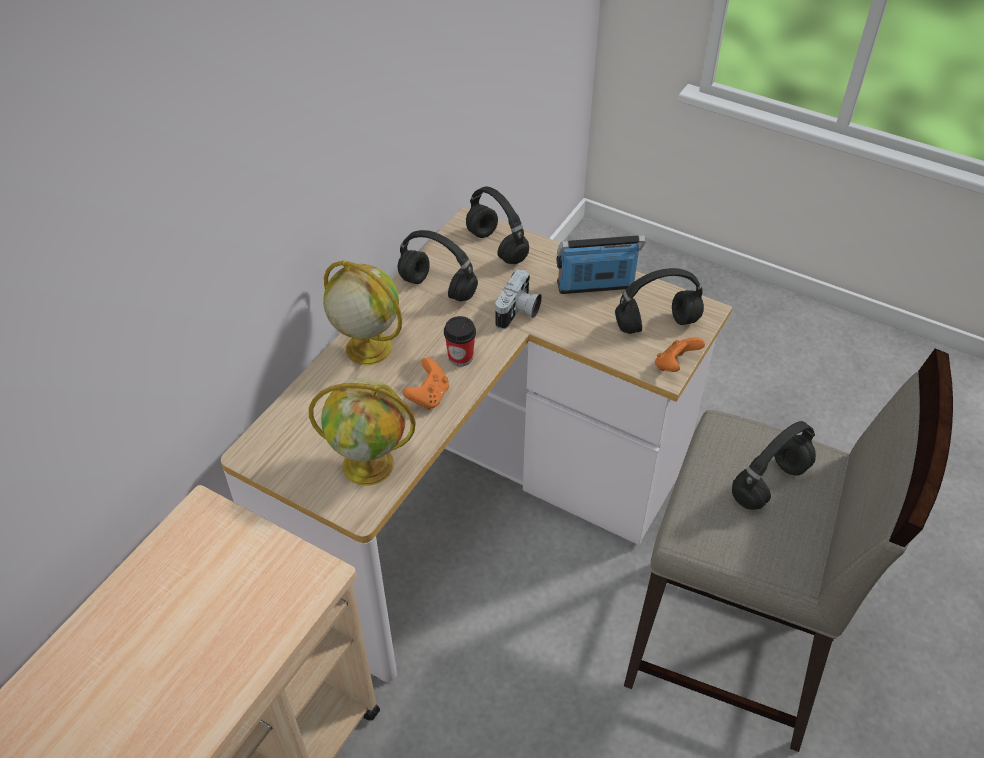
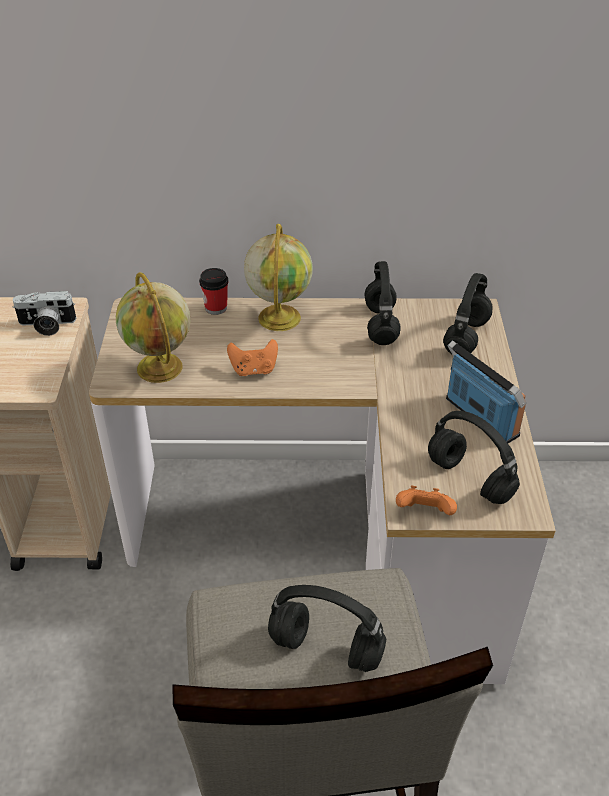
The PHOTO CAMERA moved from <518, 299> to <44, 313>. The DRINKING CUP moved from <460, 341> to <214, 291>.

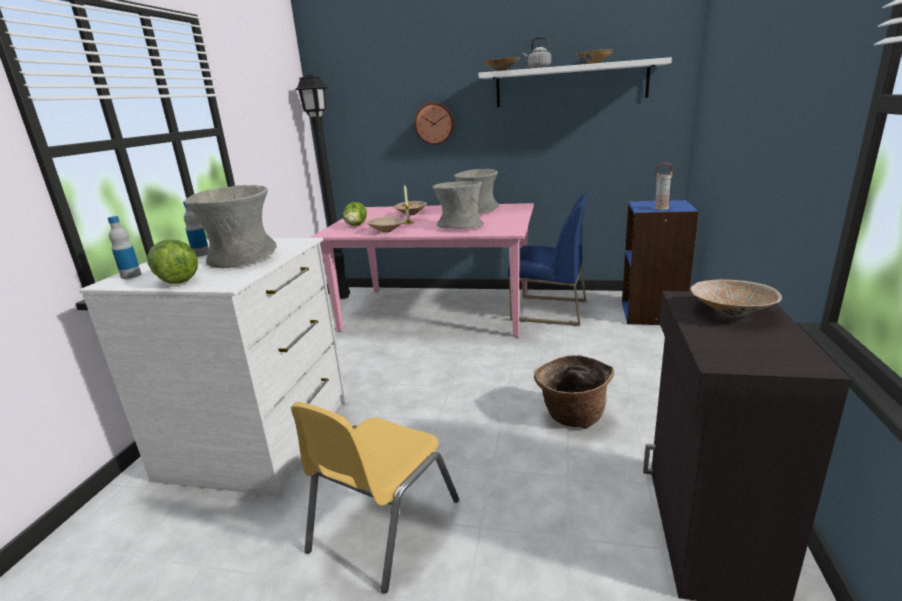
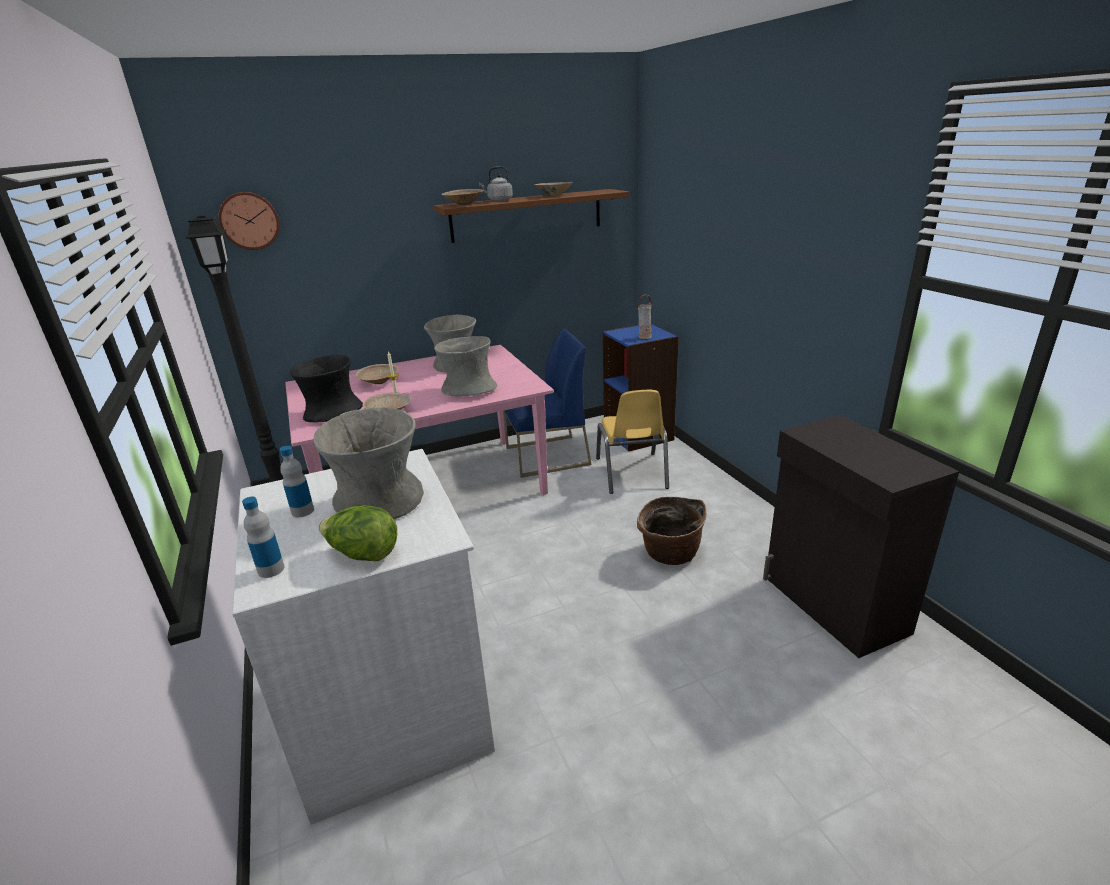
The WHITE-COLOURED BRACKET SHELF at <575, 82> became the BROWNISH BRACKET SHELF at <531, 216>. The HANGING CLOCK moved from <434, 123> to <248, 221>. The LETTUCE HEAD at <355, 214> was replaced by the BLACK FLOWER VASE at <326, 389>. The BEIGE-COLOURED SERVING BOWL at <736, 298> disappeared. The YELLOW-COLOURED CHAIR moved from <375, 497> to <632, 442>.

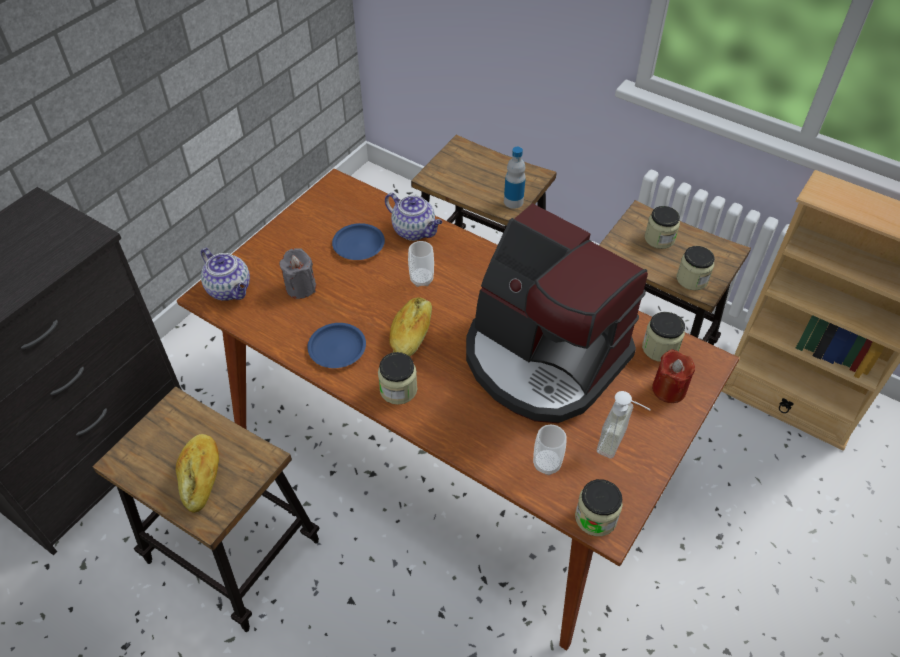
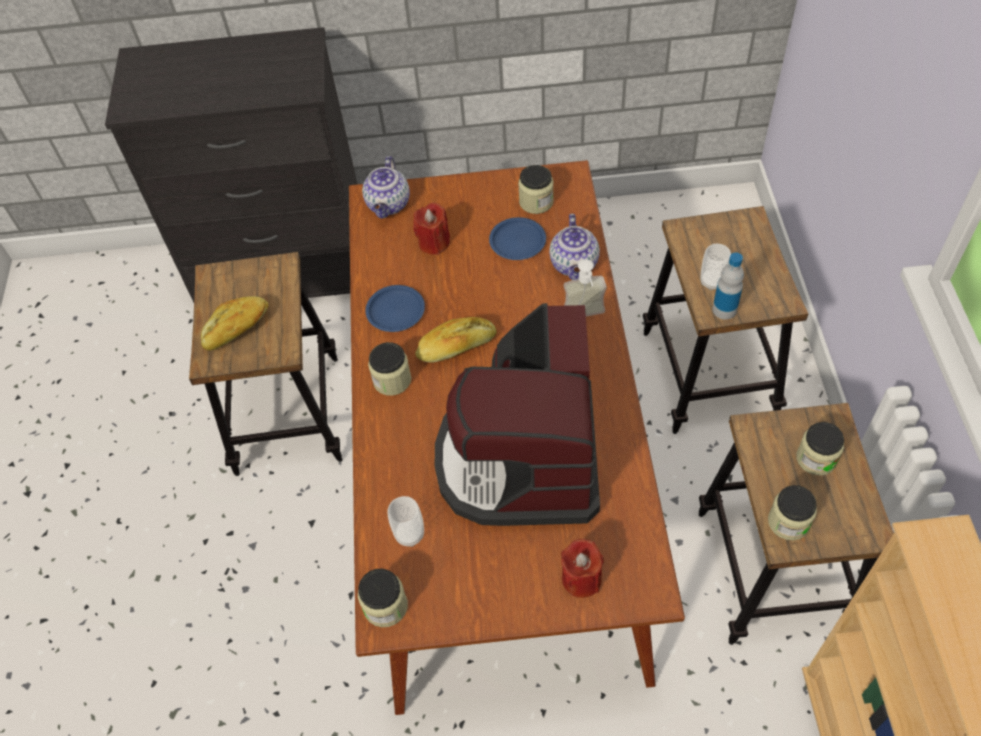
The DRINKING CUP moved from <421, 264> to <715, 267>. The GRAY WAX LIGHT at <297, 273> became the RED WAX LIGHT at <431, 229>. The STORAGE JAR moved from <663, 337> to <536, 189>. The LIQUID SOAP BOTTLE moved from <624, 425> to <585, 288>.

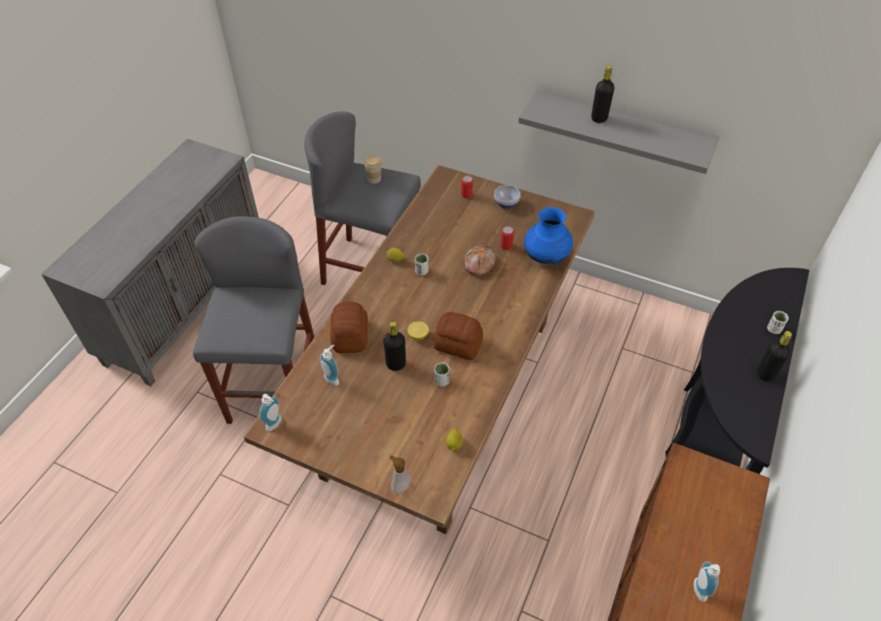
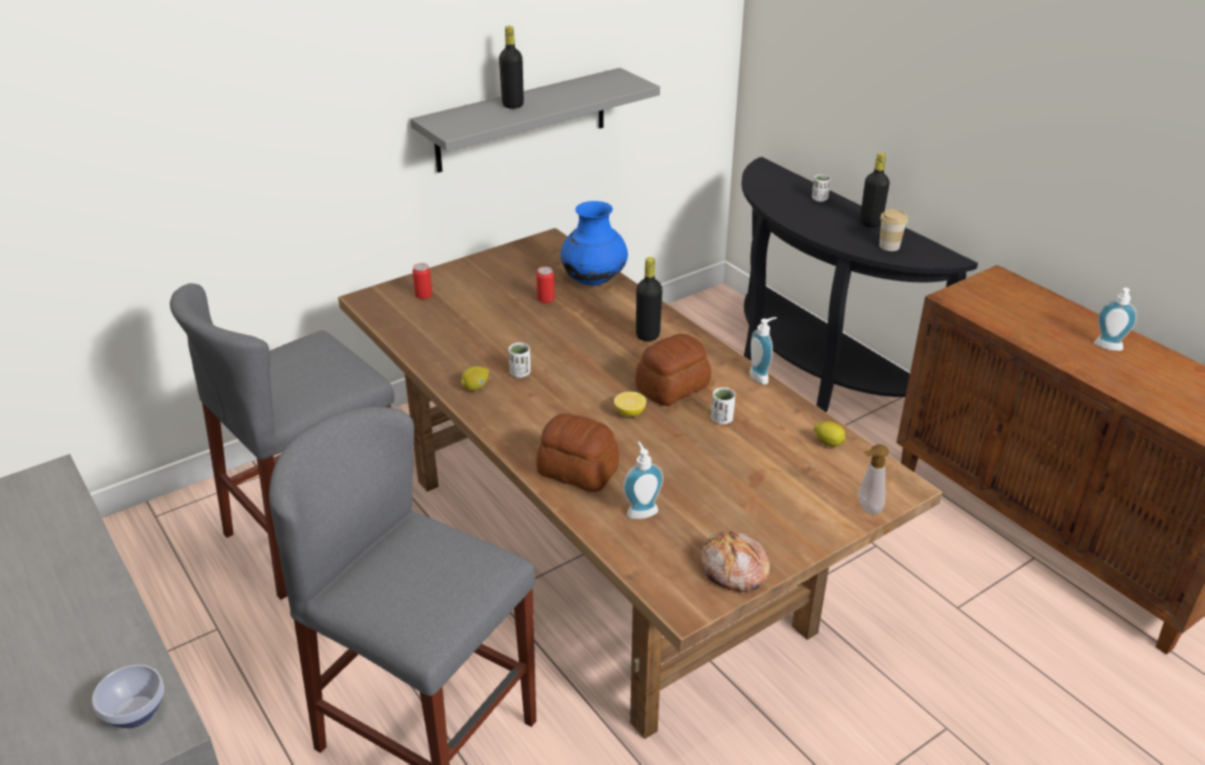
The DRINKING CUP moved from <373, 170> to <893, 230>. The SERVING BOWL moved from <507, 197> to <128, 696>. The BAKERY BREAD moved from <480, 260> to <736, 561>. The BLACK DRINK BOTTLE moved from <394, 346> to <649, 299>. The LIQUID SOAP BOTTLE moved from <270, 412> to <763, 350>.

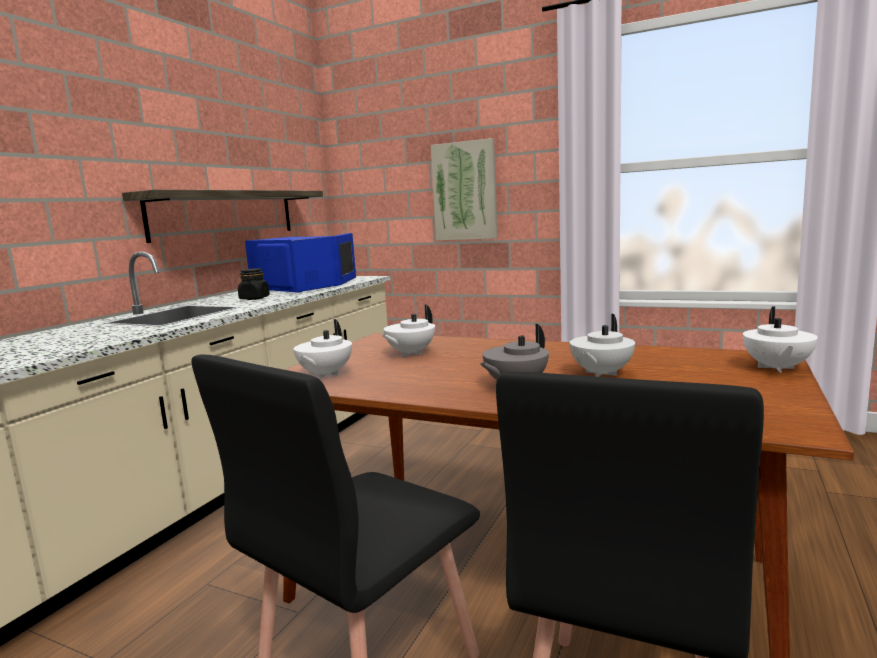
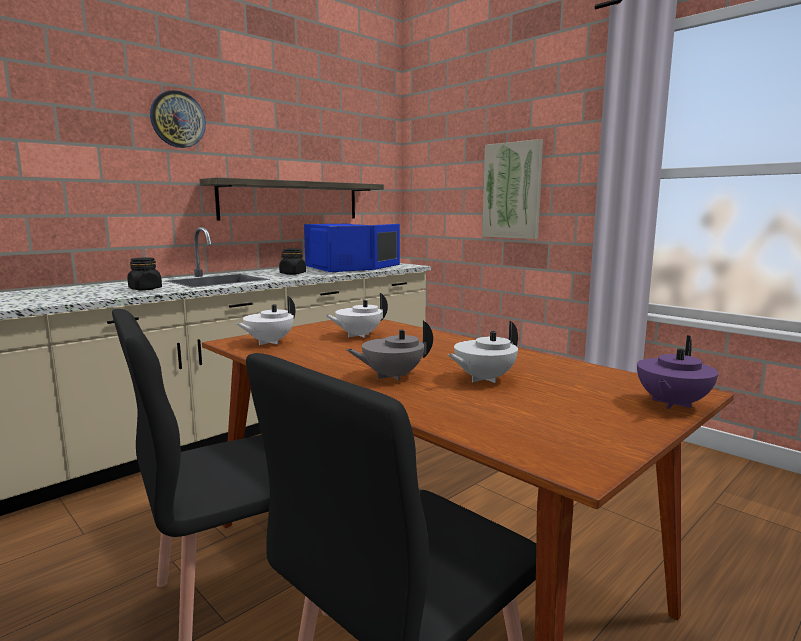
The WHITE-COLOURED POT FOR TEA at <780, 339> became the PURPLE POT FOR TEA at <677, 372>. The HANGING CLOCK at <178, 119> appeared. The BLACK STORAGE JAR at <144, 274> appeared.

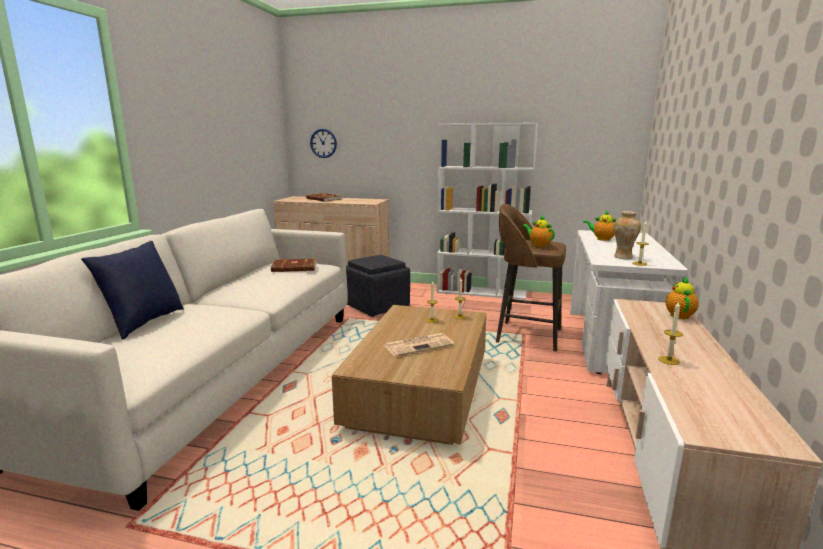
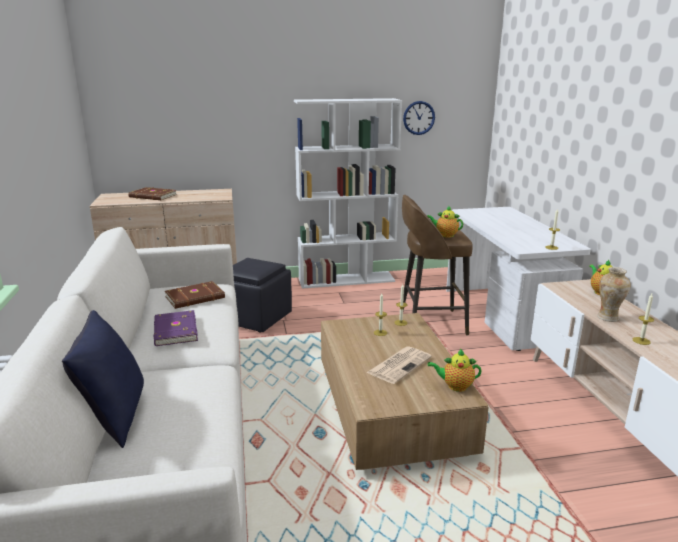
The HANGING CLOCK moved from <323, 143> to <419, 118>. The POT FOR TEA moved from <600, 225> to <454, 370>. The FLOWER VASE moved from <627, 235> to <614, 294>. The PURPLE BOUND BOOK at <176, 328> appeared.

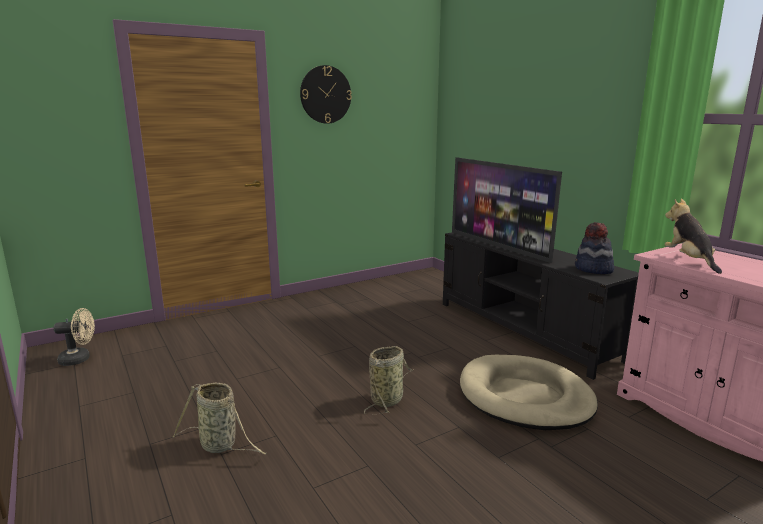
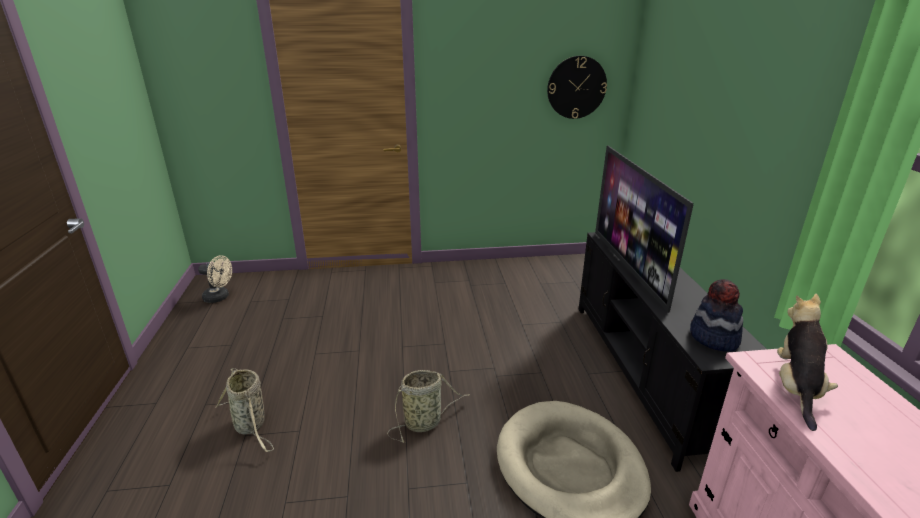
The HANGING CLOCK moved from <326, 94> to <577, 87>.

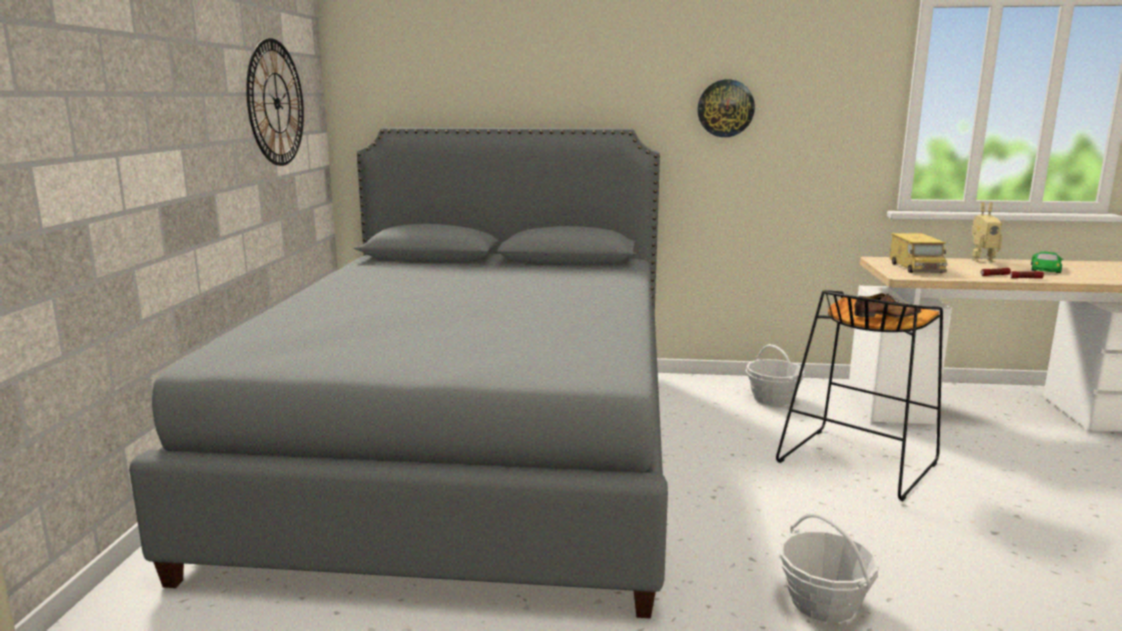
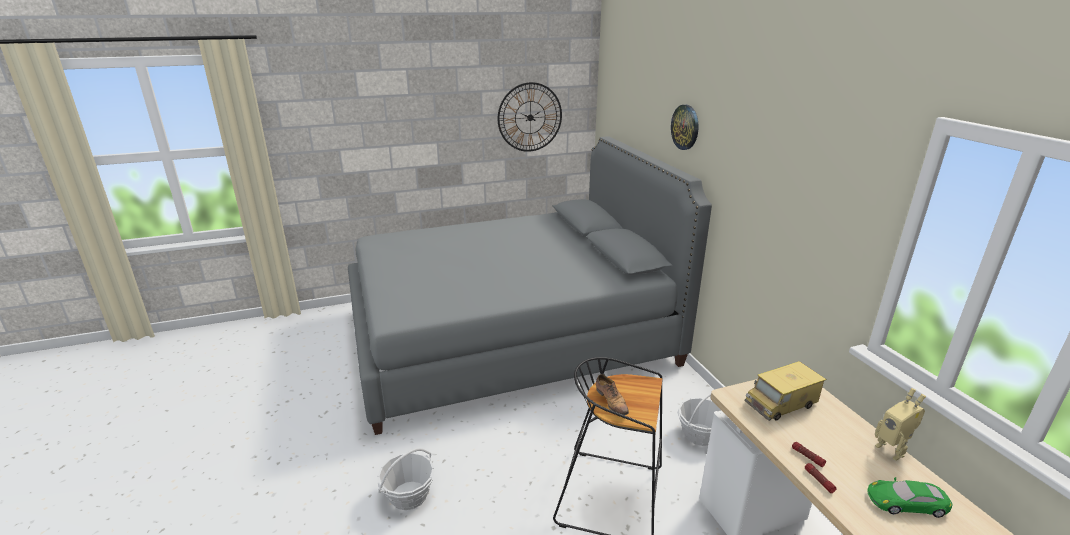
The HANGING CLOCK moved from <726, 108> to <685, 127>.

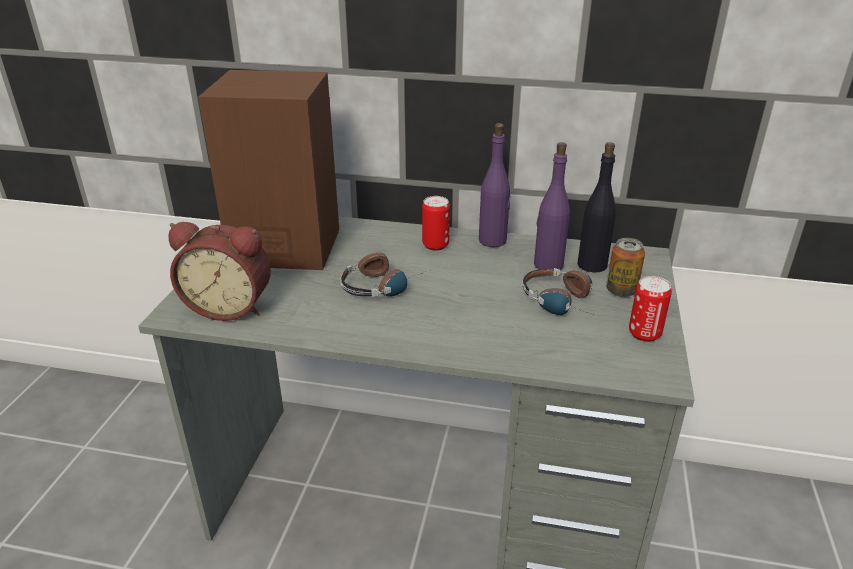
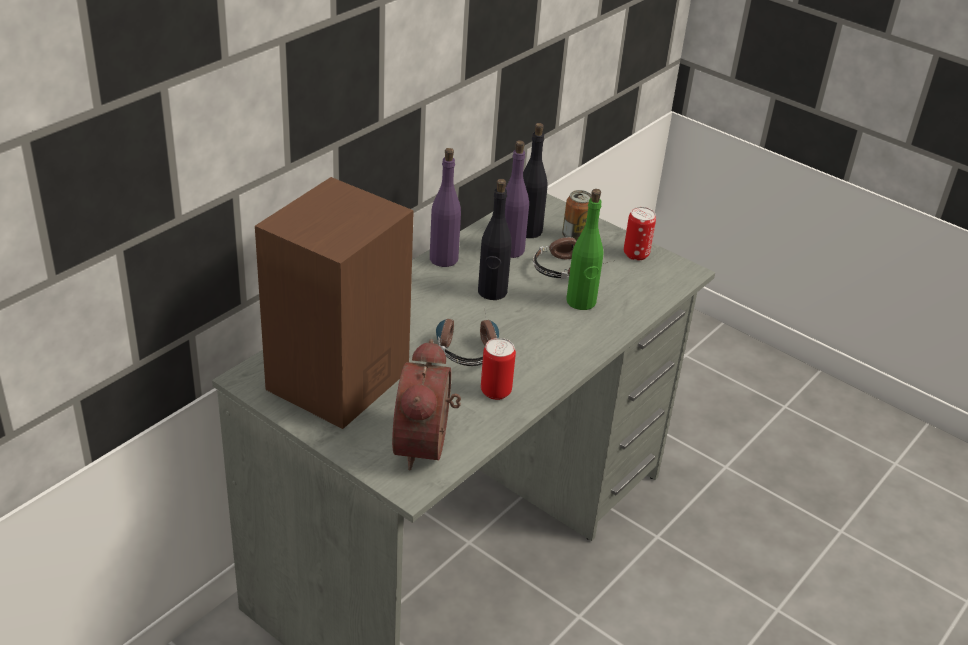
The SEALED CAN moved from <436, 223> to <498, 369>. The BEDSIDE CLOCK at <219, 271> turned 150 degrees clockwise. The BLACK DRINK BOTTLE at <495, 239> appeared. The GREENISH DRINK BOTTLE at <585, 249> appeared.

